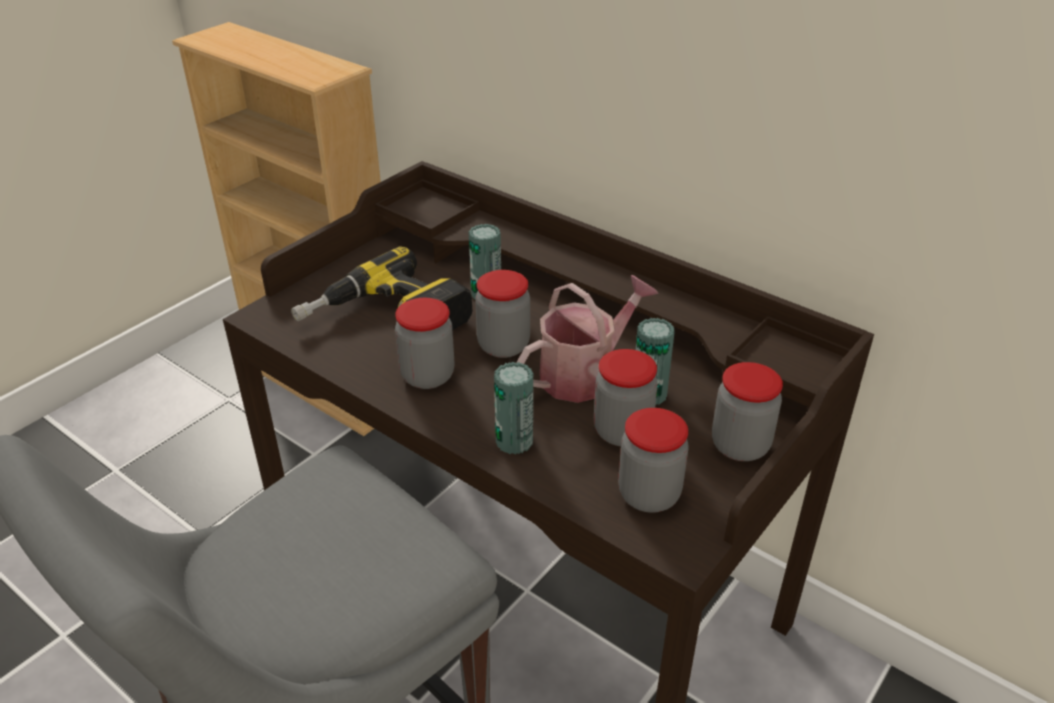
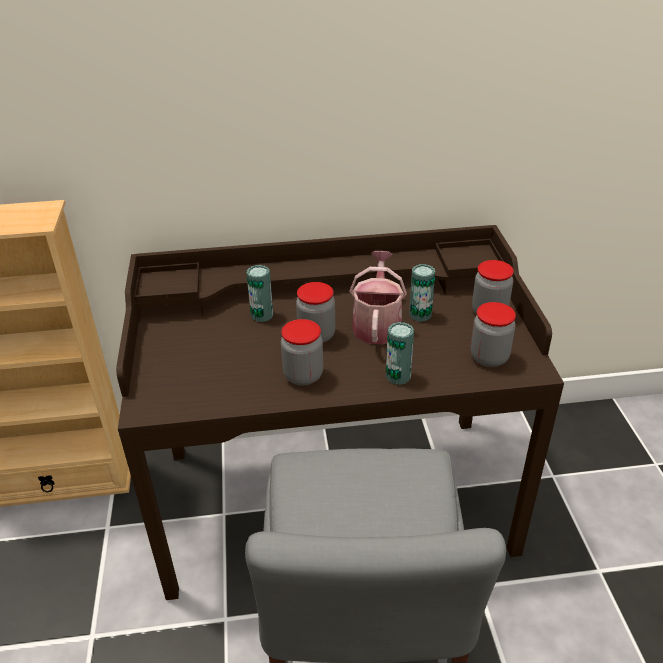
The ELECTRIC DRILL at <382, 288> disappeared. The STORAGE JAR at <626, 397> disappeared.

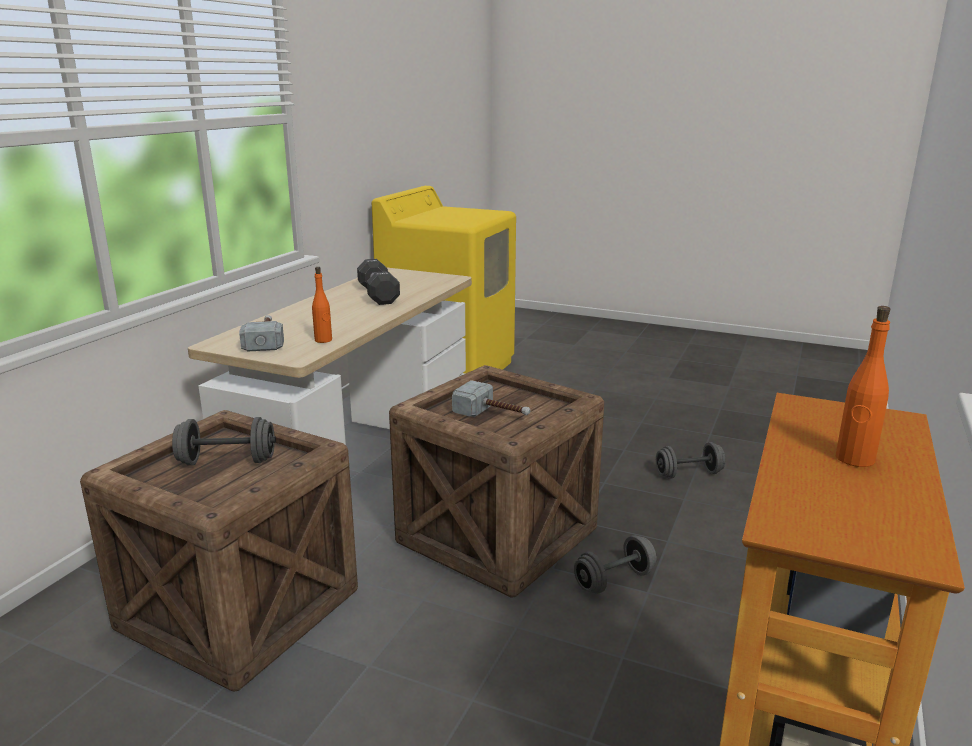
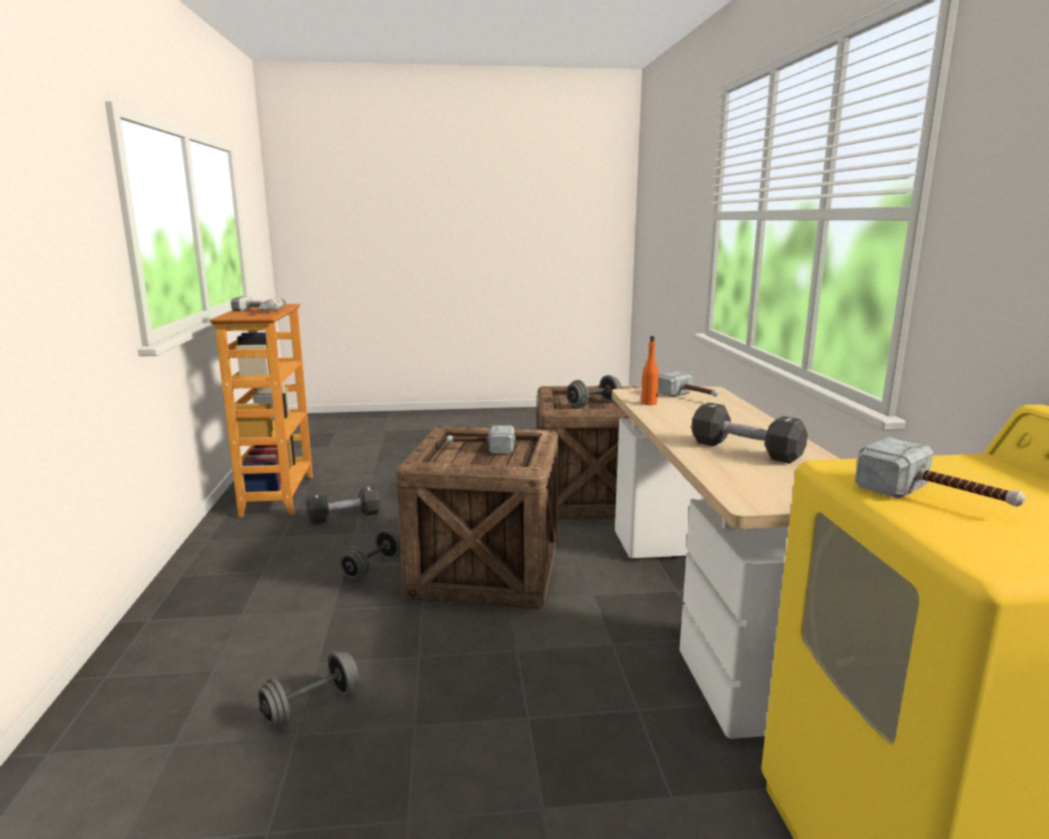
The ORANGEY DRINK BOTTLE at <863, 386> was replaced by the ELECTRIC DRILL at <258, 303>. The TOOL HAMMER at <940, 472> appeared. The BLACK HAND WEIGHT at <343, 505> appeared.

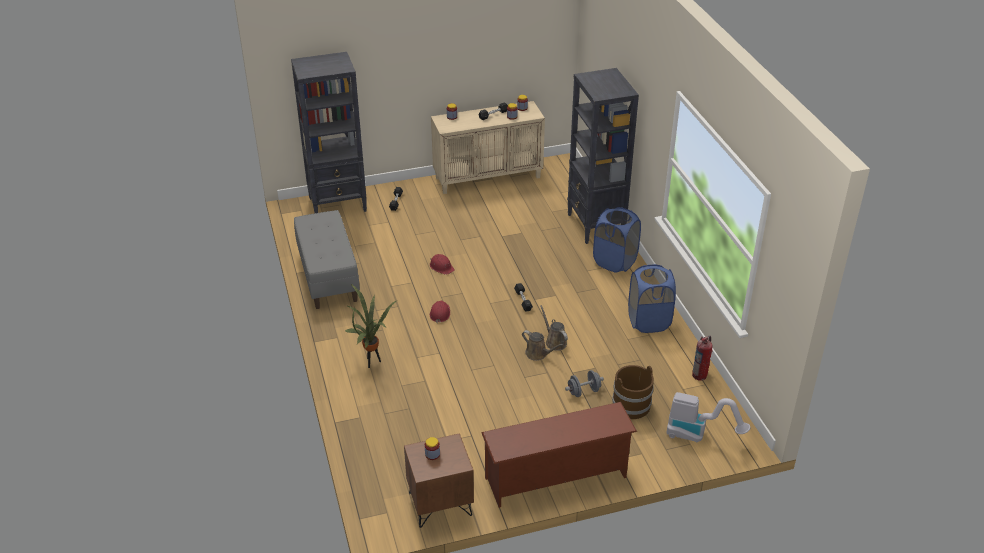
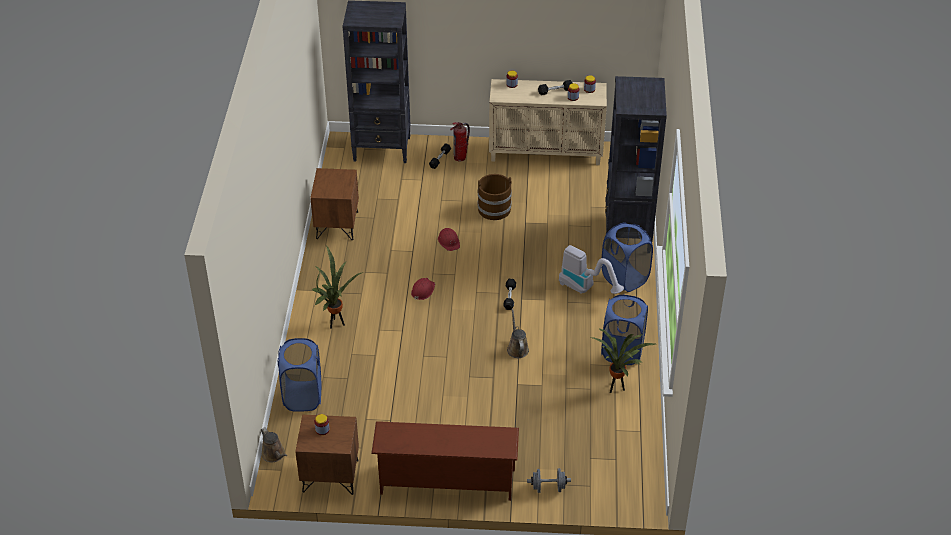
The GRAY BENCH at <327, 259> was replaced by the BROWNISH BEDSIDE TABLE at <334, 204>. The BROWNISH SPRINKLING CAN moved from <543, 345> to <274, 444>. The EXTINGUISHER moved from <702, 357> to <460, 141>. The BROWNISH WATER BUCKET moved from <633, 392> to <495, 197>. The GRAY HAND WEIGHT moved from <584, 383> to <549, 480>. The HOOVER moved from <708, 417> to <591, 269>. The PLANT IN A POT at <623, 360> appeared. The BLUE LAUNDRY BASKET at <300, 375> appeared.

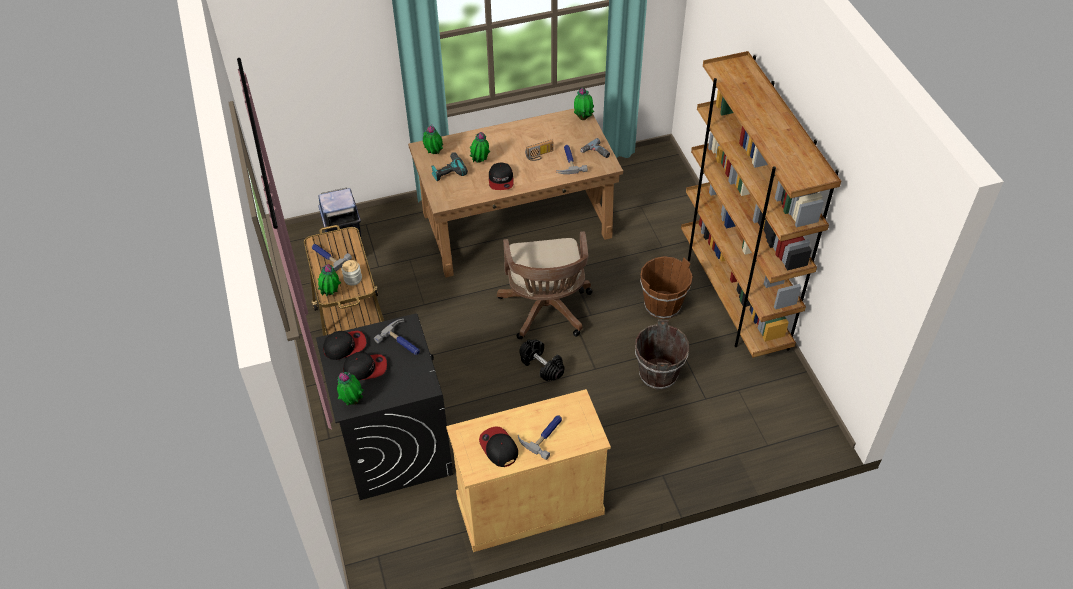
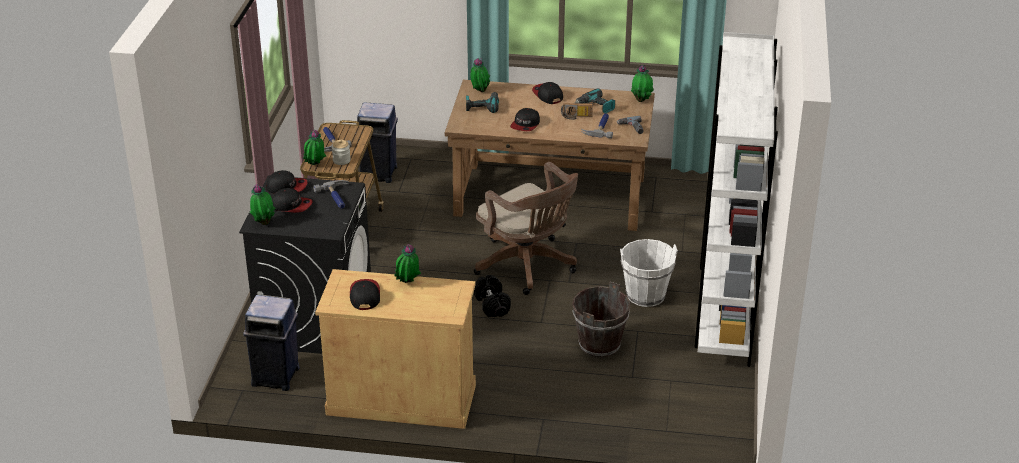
The BROWNISH BOOKCASE at <761, 204> became the WHITE-COLOURED BOOKCASE at <736, 199>. The PLANT IN A POT moved from <480, 147> to <407, 263>. The BROWNISH OFFICE CHAIR at <544, 285> turned 60 degrees counterclockwise. The BROWNISH WATER BUCKET at <666, 287> became the WHITE-COLOURED WATER BUCKET at <649, 273>. The TOOL HAMMER at <540, 437> disappeared. The CAP at <547, 93> appeared. The ELECTRIC DRILL at <595, 100> appeared. The BLUE TRASH CAN at <271, 343> appeared.

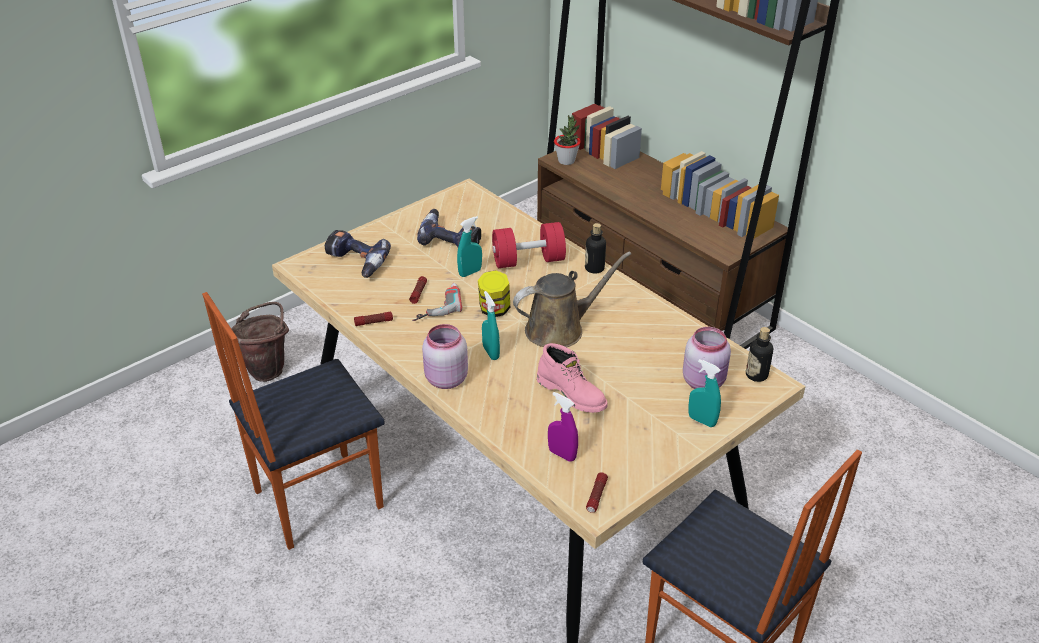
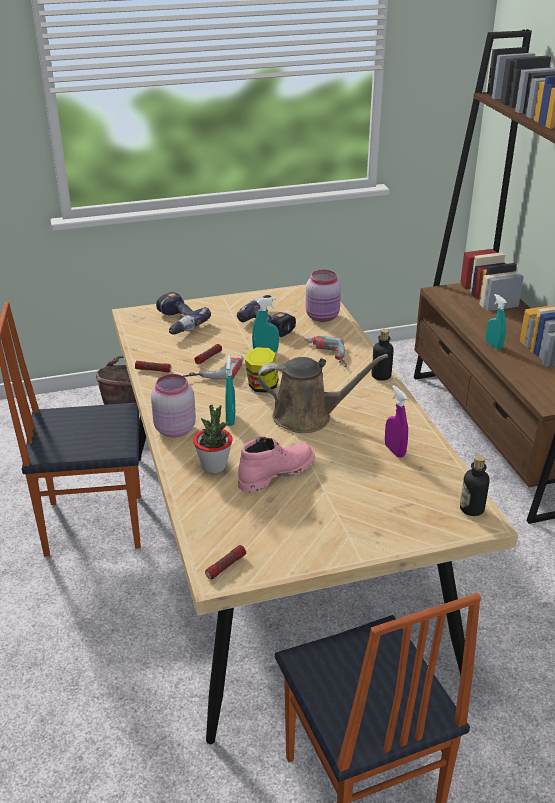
The PLANT IN A POT moved from <567, 140> to <213, 439>. The RED HAND WEIGHT at <529, 245> was replaced by the ELECTRIC DRILL at <326, 351>. The PINK-COLOURED STORAGE JAR moved from <707, 358> to <323, 296>. The PINK-COLOURED HIGH-TOP BOOT at <572, 378> turned 105 degrees counterclockwise. The BLUE-GREEN HAND SPRAYER moved from <704, 393> to <496, 322>. The PURPLE HAND SPRAYER moved from <563, 427> to <396, 421>.

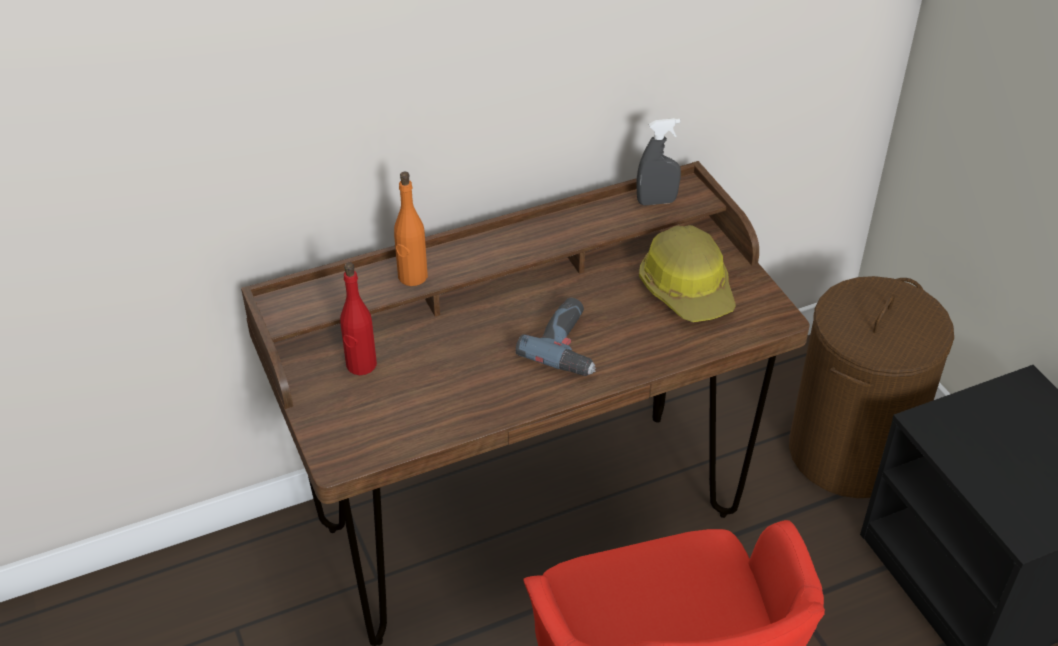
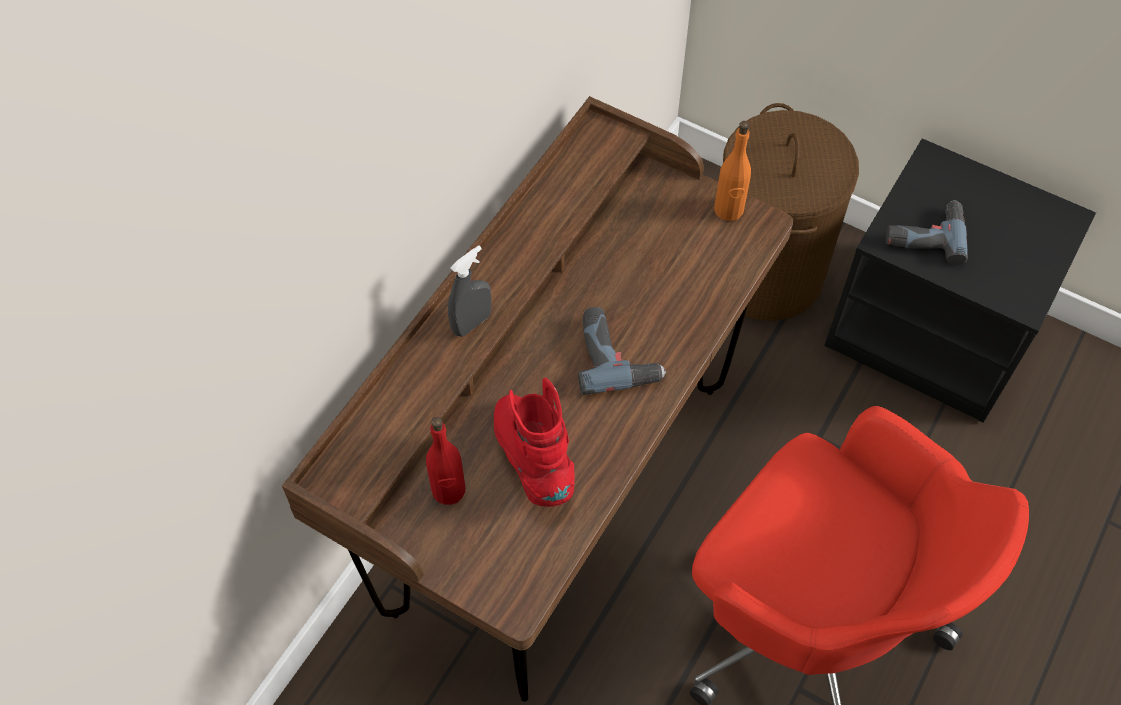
The GRAY HAND SPRAYER moved from <659, 161> to <469, 291>. The ORANGEY DRINK BOTTLE moved from <411, 228> to <732, 171>. The WORK HELMET at <687, 273> disappeared. The ELECTRIC DRILL at <927, 232> appeared. The RED HIGH-TOP BOOT at <534, 442> appeared.

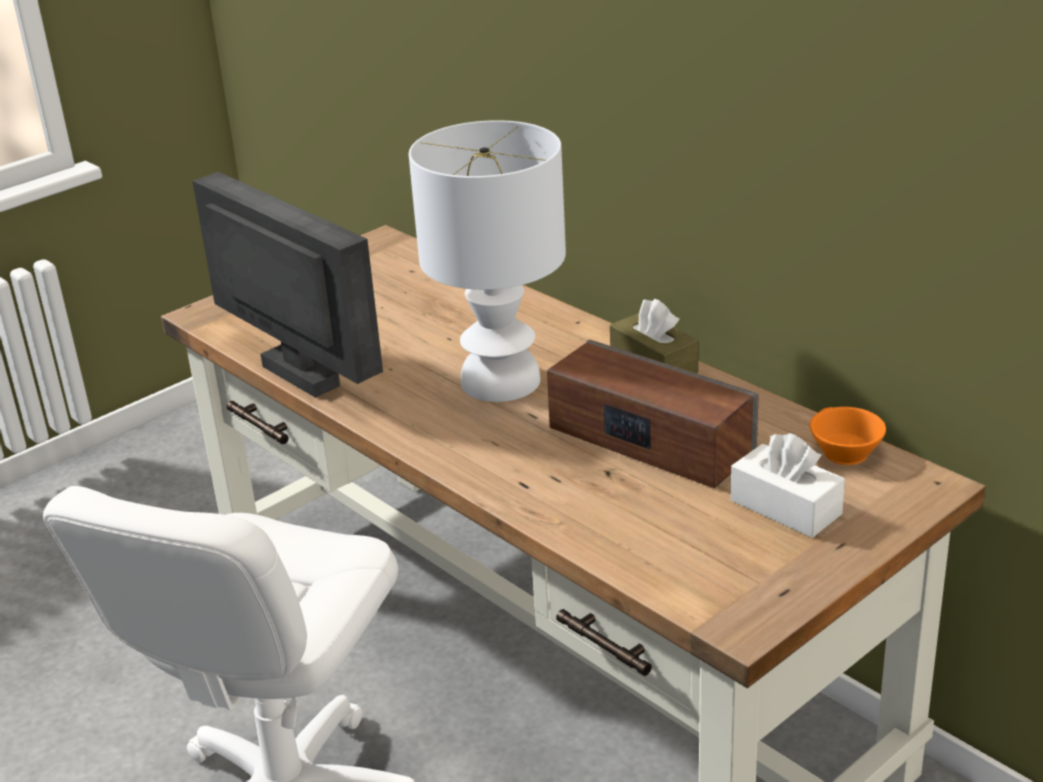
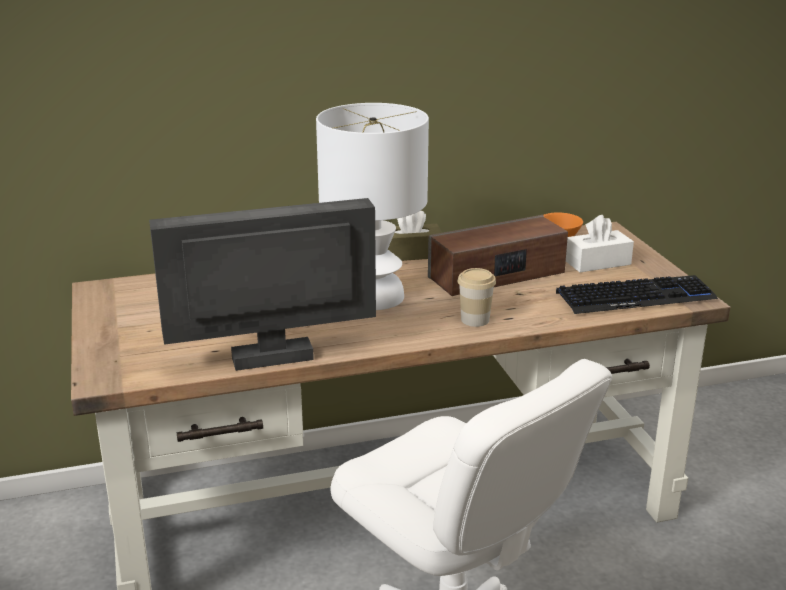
The DRINKING CUP at <476, 297> appeared. The COMPUTER KEYBOARD at <637, 294> appeared.

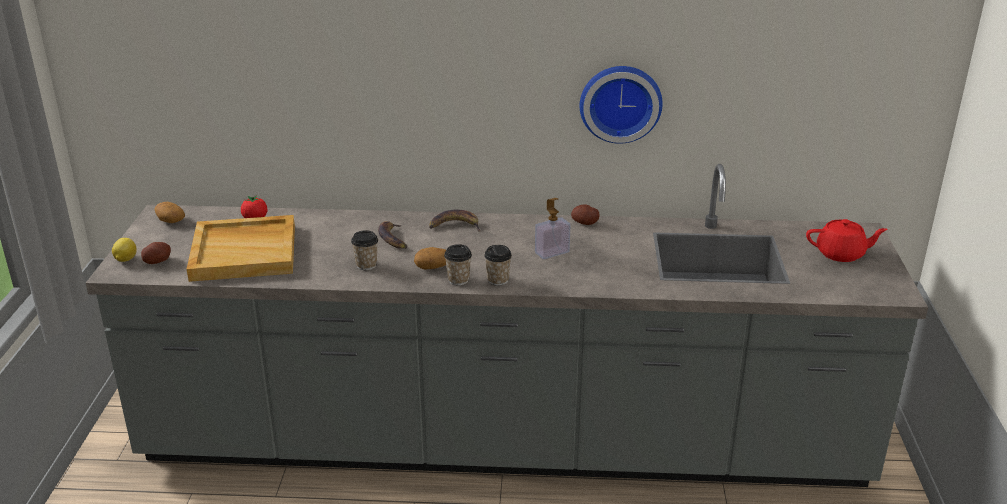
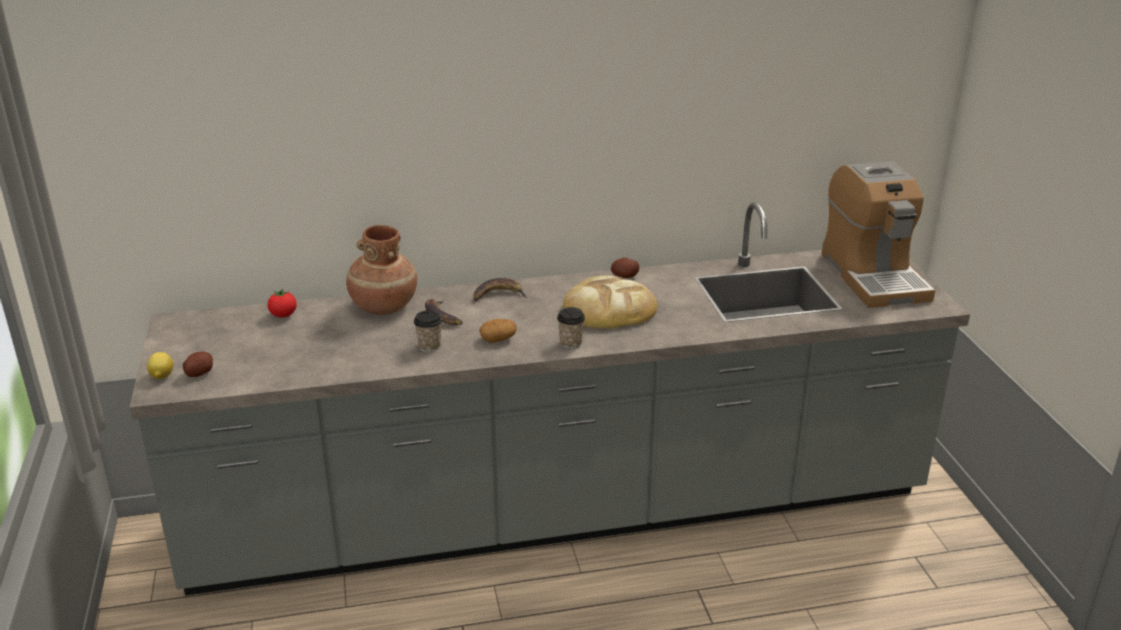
The HANGING CLOCK at <621, 105> disappeared. The LIQUID SOAP BOTTLE at <552, 228> was replaced by the BAKERY BREAD at <610, 302>. The SPUD at <170, 212> disappeared. The BEIGE-COLOURED CARRYING TRAY at <241, 248> disappeared. The RED POT FOR TEA at <847, 240> was replaced by the COFFEE MACHINE at <878, 234>. The DRINKING CUP at <458, 264> disappeared. The BROWNISH FLOWER VASE at <381, 270> appeared.

